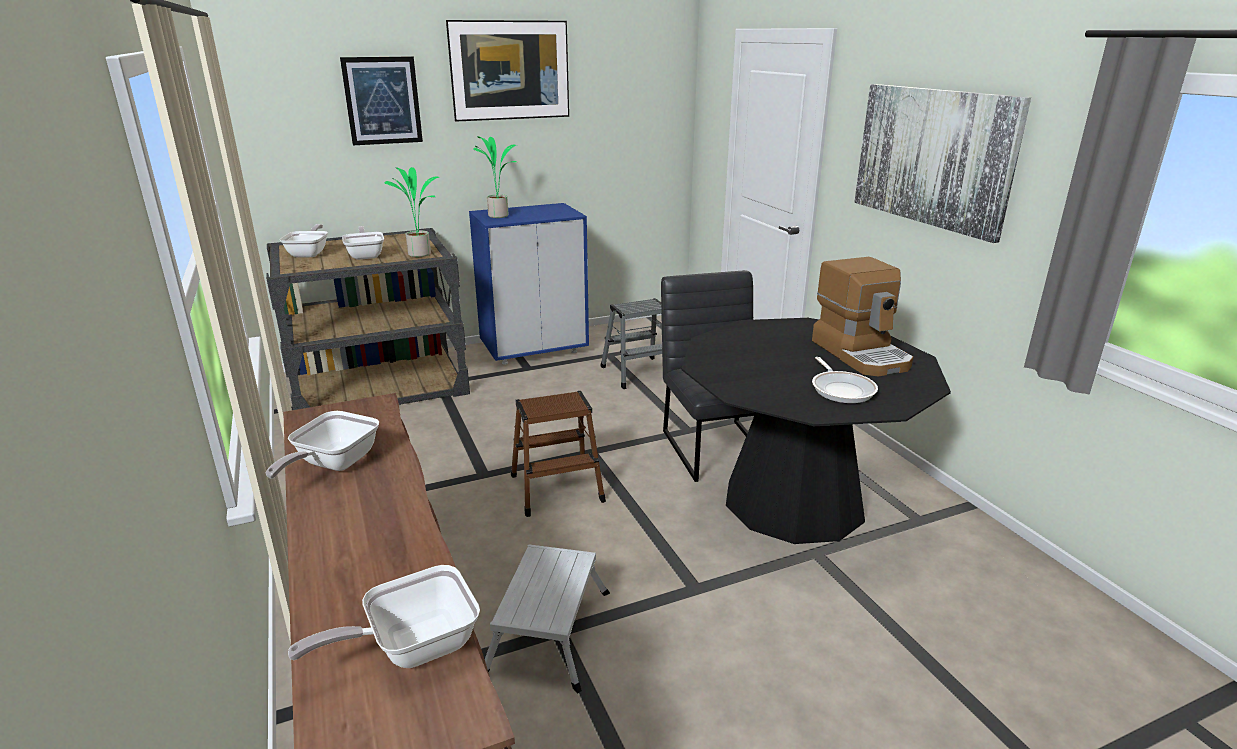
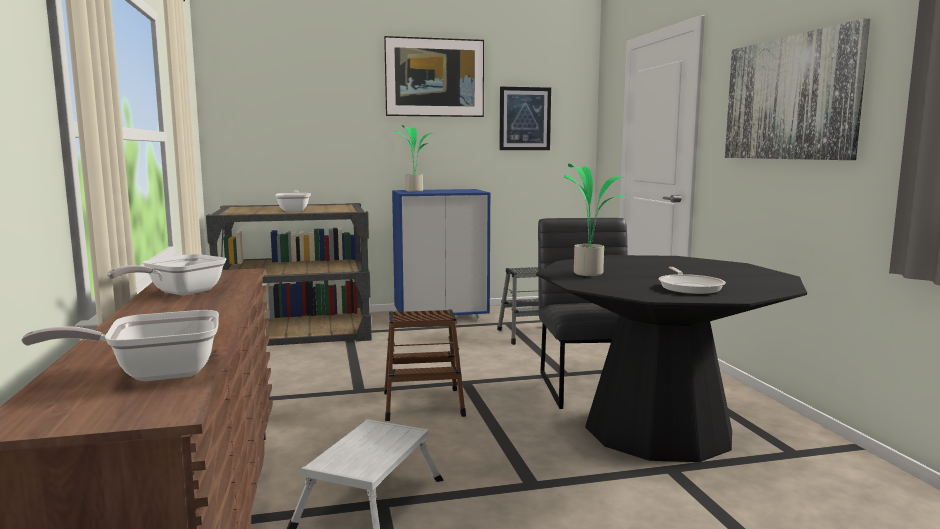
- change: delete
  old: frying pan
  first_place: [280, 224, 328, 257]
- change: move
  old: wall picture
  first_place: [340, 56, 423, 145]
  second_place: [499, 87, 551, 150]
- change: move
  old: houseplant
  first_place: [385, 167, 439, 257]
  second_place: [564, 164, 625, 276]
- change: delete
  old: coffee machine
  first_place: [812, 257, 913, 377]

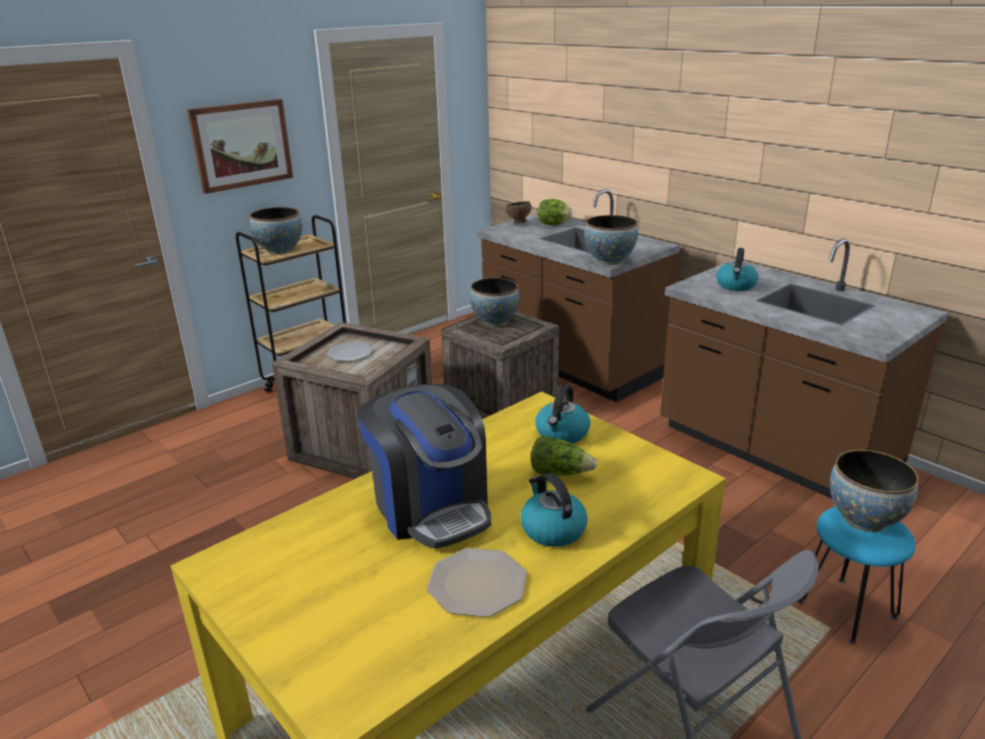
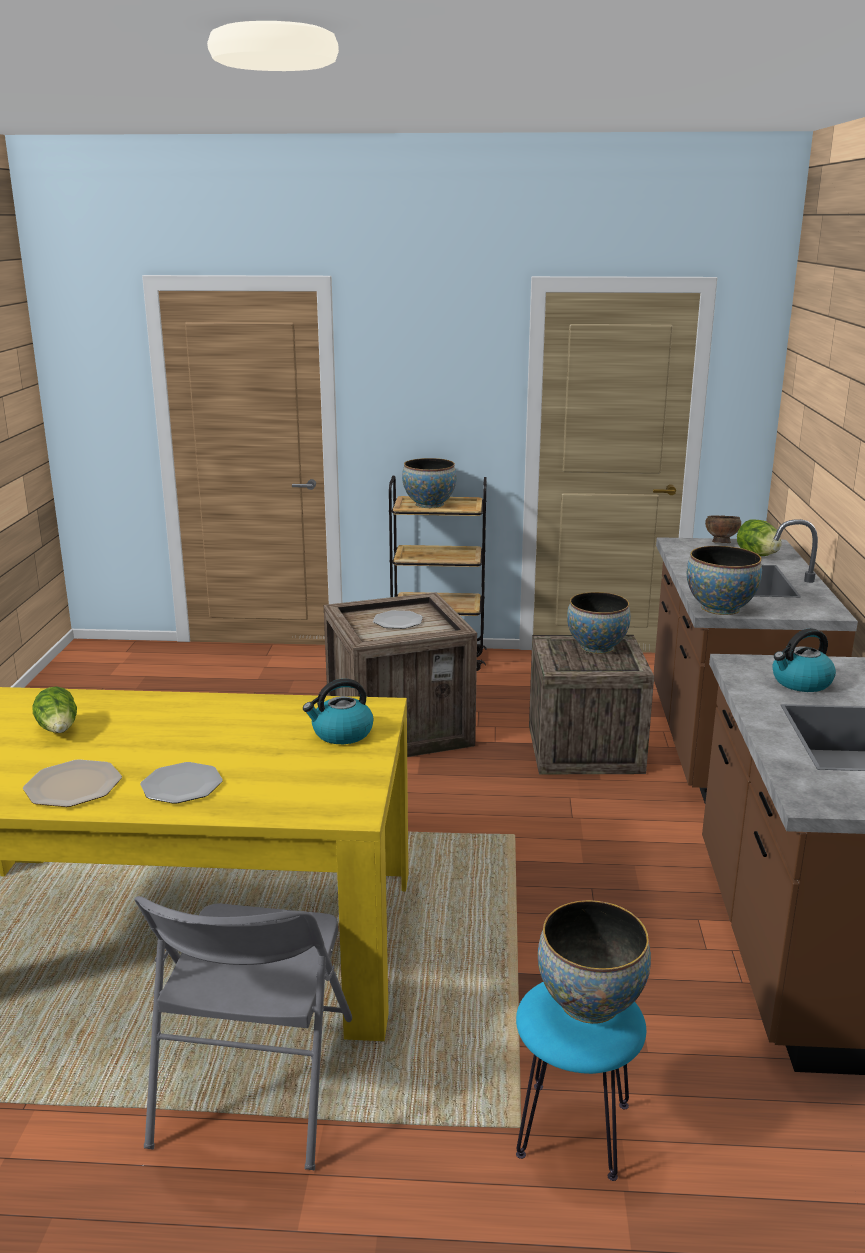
- change: delete
  old: wall picture
  first_place: [187, 99, 293, 194]
- change: delete
  old: coffee machine
  first_place: [357, 384, 491, 549]
- change: replace
  old: tea kettle
  new: flat dish
  first_place: [521, 473, 588, 547]
  second_place: [140, 762, 223, 804]
- change: move
  old: head of lettuce
  first_place: [531, 436, 598, 476]
  second_place: [32, 686, 77, 733]

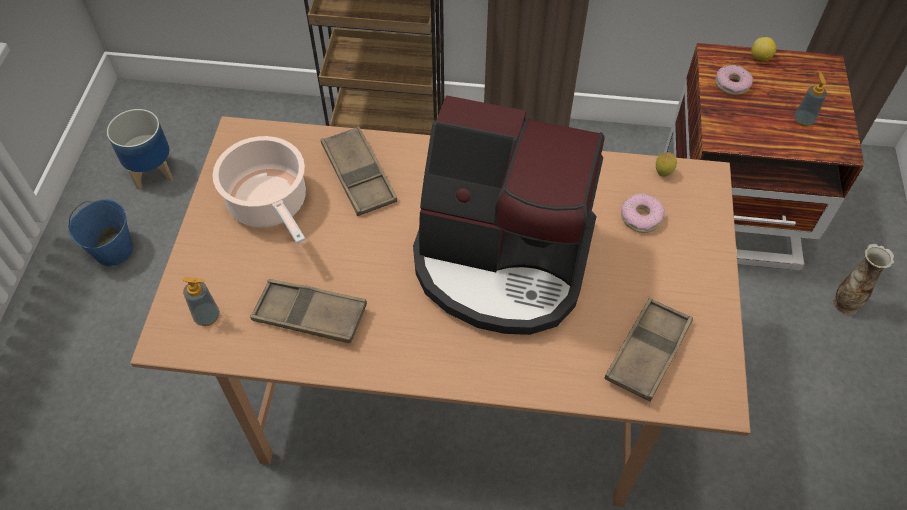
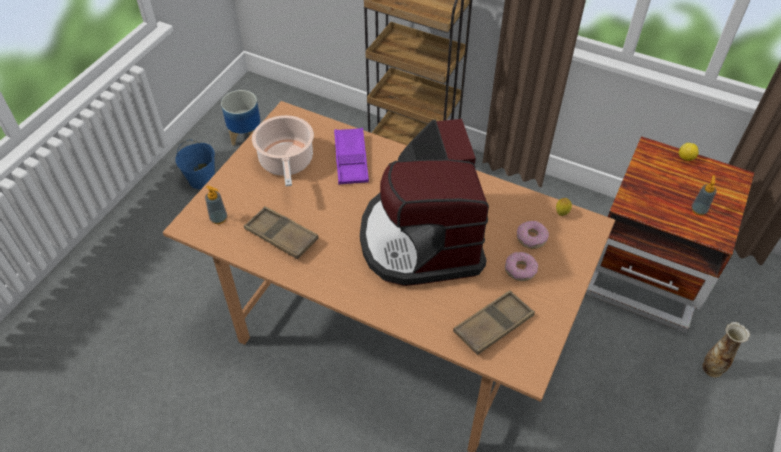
- change: recolor
  old: brown-coloured carrying tray
  new: purple-coloured carrying tray
  first_place: [321, 126, 397, 216]
  second_place: [334, 128, 369, 184]
- change: rotate
  old: coffee machine
  first_place: [413, 95, 605, 335]
  second_place: [360, 119, 489, 286]
  degrees: 45
- change: move
  old: ring doughnut
  first_place: [715, 65, 753, 95]
  second_place: [505, 252, 538, 281]

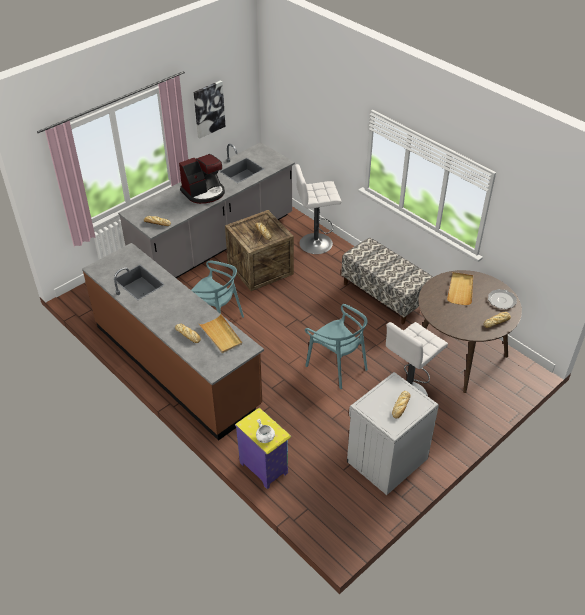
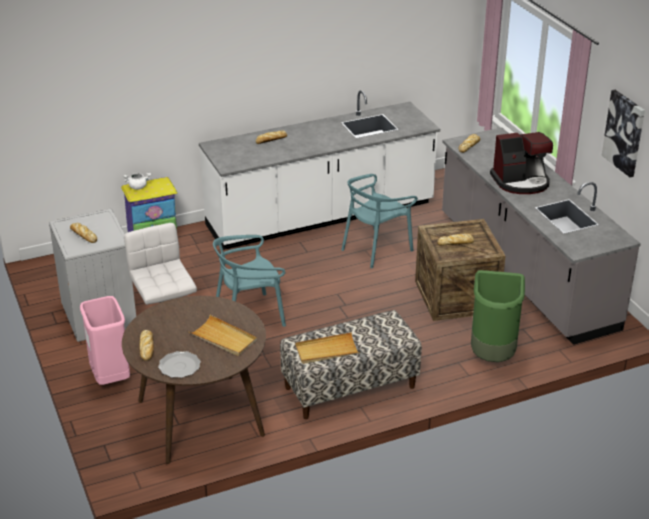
- change: recolor
  old: brown-coloured kitchen base unit
  new: white-coloured kitchen base unit
  first_place: [82, 243, 264, 441]
  second_place: [199, 90, 440, 250]
- change: rotate
  old: coffee machine
  first_place: [179, 154, 225, 204]
  second_place: [490, 132, 553, 194]
  degrees: -90
- change: move
  old: beige-coloured carrying tray
  first_place: [198, 314, 242, 353]
  second_place: [295, 332, 360, 364]
- change: replace
  old: white-coloured sitting stool
  new: green-coloured waste bin
  first_place: [295, 164, 342, 254]
  second_place: [471, 270, 525, 362]
- change: insert
  new: pink-coloured waste bin
  second_place: [80, 296, 130, 385]

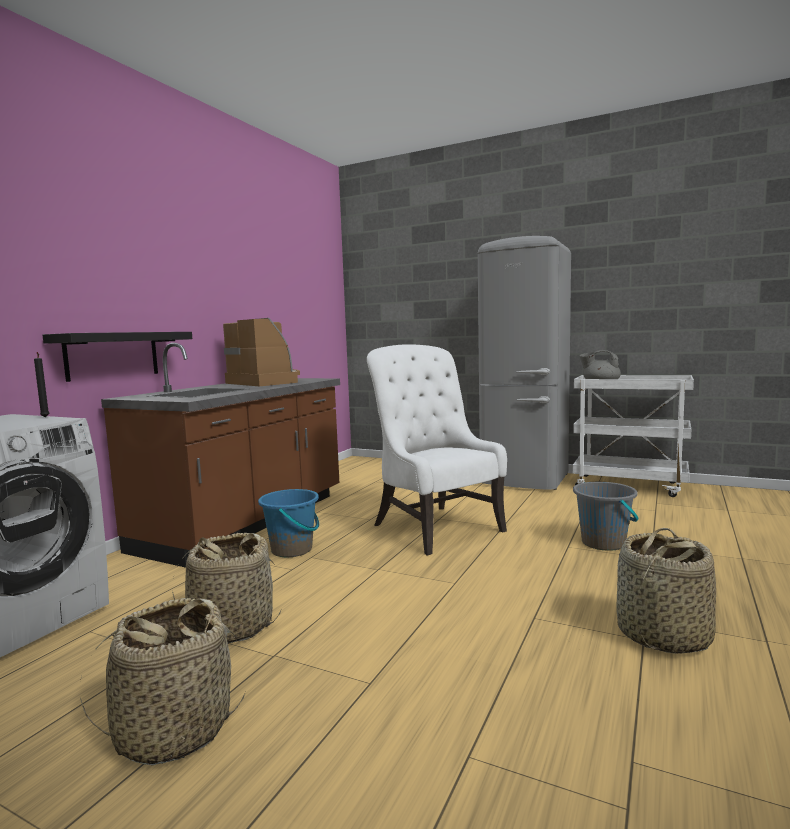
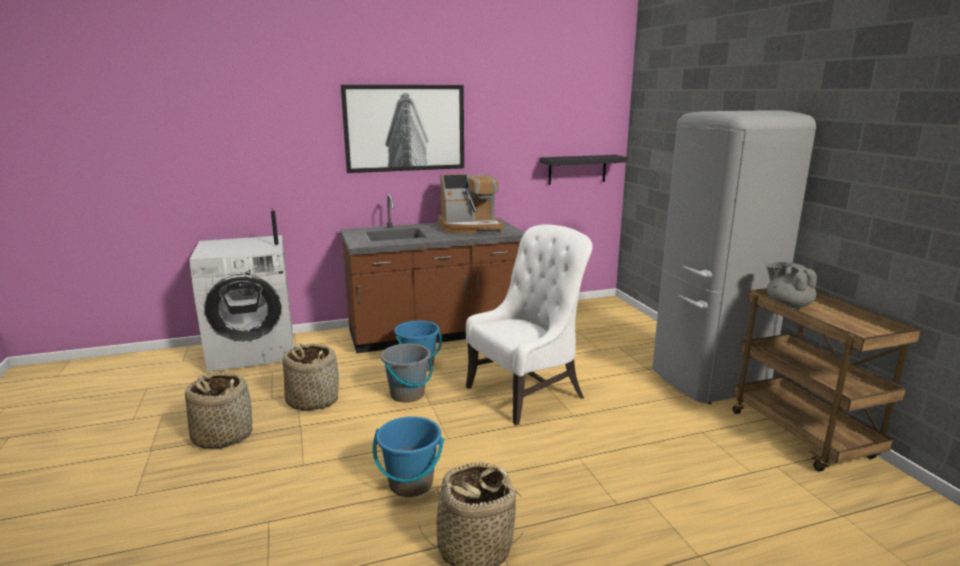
- change: move
  old: blackish shelf
  first_place: [42, 332, 192, 382]
  second_place: [540, 155, 628, 185]
- change: rotate
  old: coffee machine
  first_place: [223, 318, 300, 386]
  second_place: [438, 174, 503, 234]
  degrees: 75
- change: rotate
  old: white-coloured upright chair
  first_place: [367, 344, 507, 556]
  second_place: [466, 224, 593, 425]
  degrees: 45
- change: recolor
  old: white-coloured cart
  new: brown-coloured cart
  first_place: [573, 375, 694, 497]
  second_place: [732, 288, 921, 472]
- change: move
  old: greyish bucket
  first_place: [573, 482, 638, 551]
  second_place: [381, 344, 433, 403]
- change: insert
  new: wall picture
  second_place: [341, 85, 464, 173]
- change: insert
  new: bluish bucket
  second_place: [373, 416, 444, 497]

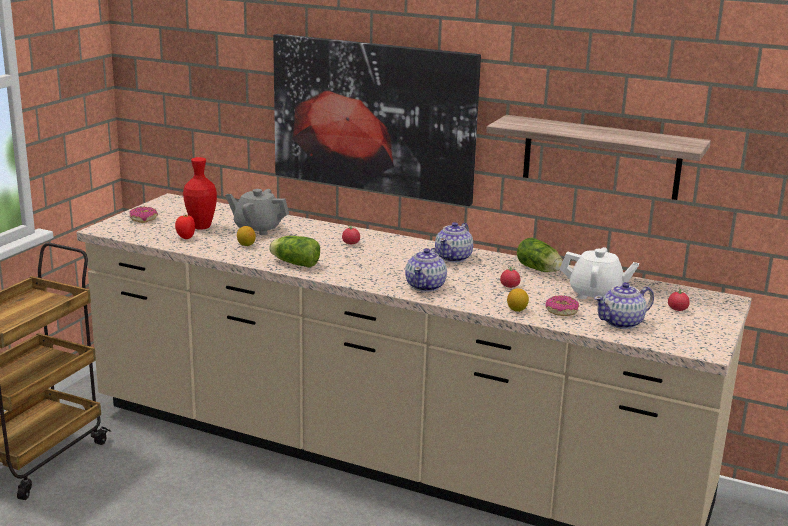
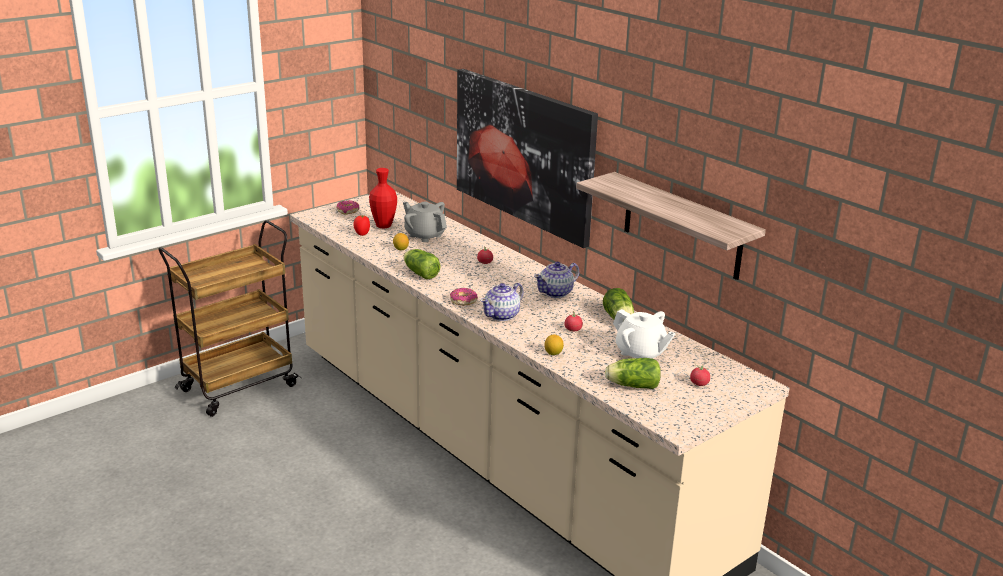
- change: move
  old: ring doughnut
  first_place: [546, 295, 579, 316]
  second_place: [450, 288, 478, 305]
- change: replace
  old: teapot
  new: head of lettuce
  first_place: [594, 282, 654, 329]
  second_place: [605, 358, 661, 389]

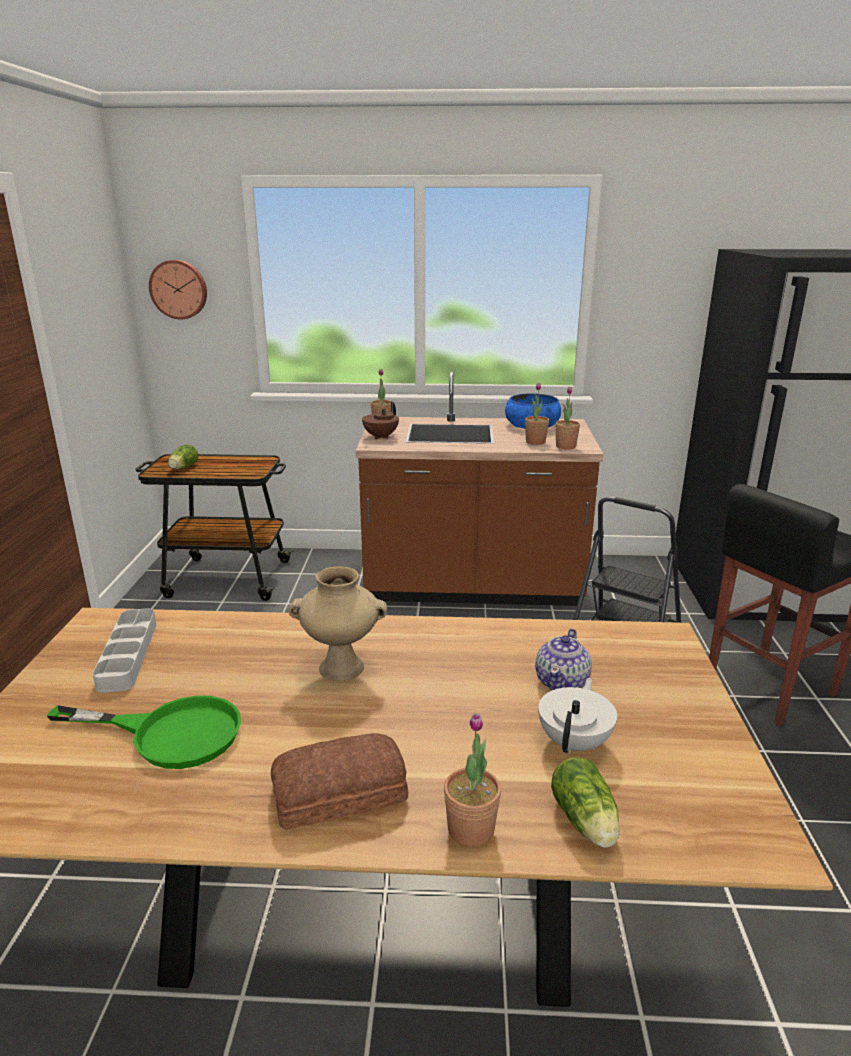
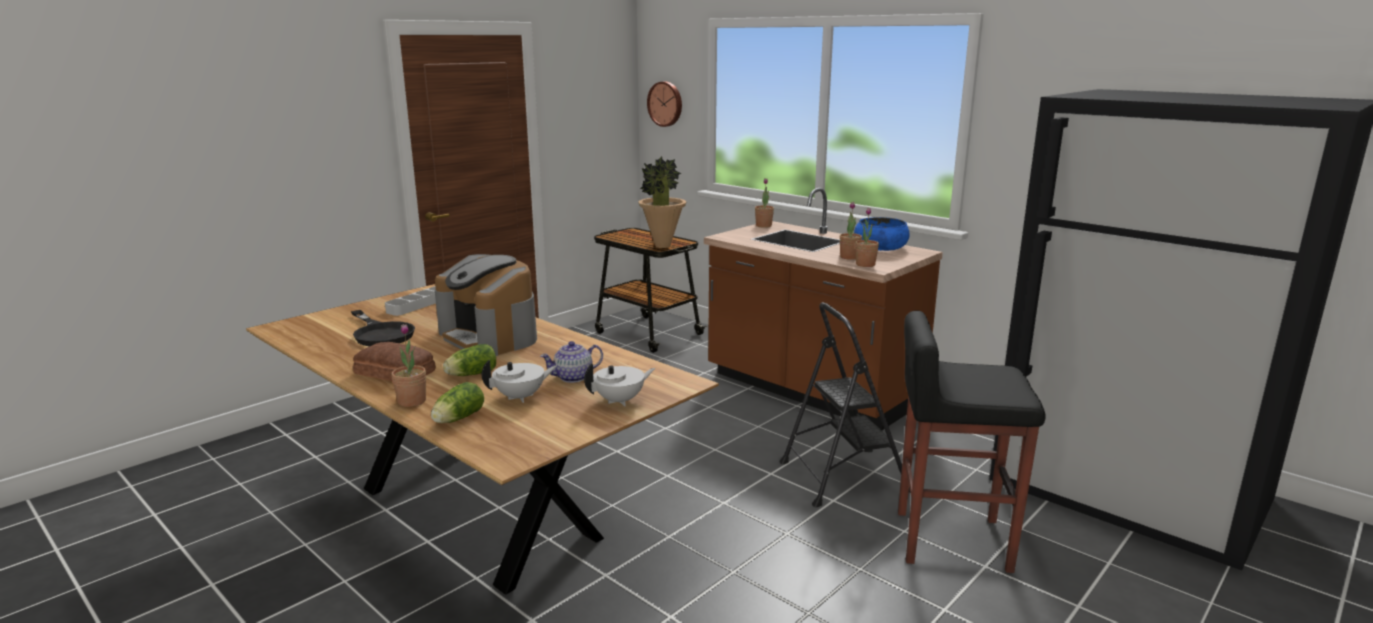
- change: recolor
  old: green-coloured frying pan
  new: blackish frying pan
  first_place: [47, 696, 241, 769]
  second_place: [351, 310, 415, 346]
- change: move
  old: head of lettuce
  first_place: [168, 444, 198, 469]
  second_place: [443, 344, 496, 376]
- change: replace
  old: beige-coloured vase
  new: coffee machine
  first_place: [288, 567, 387, 681]
  second_place: [435, 254, 537, 356]
- change: delete
  old: brown-coloured teapot
  first_place: [362, 401, 399, 440]
- change: insert
  new: white-coloured teapot
  second_place: [584, 364, 655, 406]
- change: insert
  new: houseplant
  second_place: [638, 156, 686, 248]

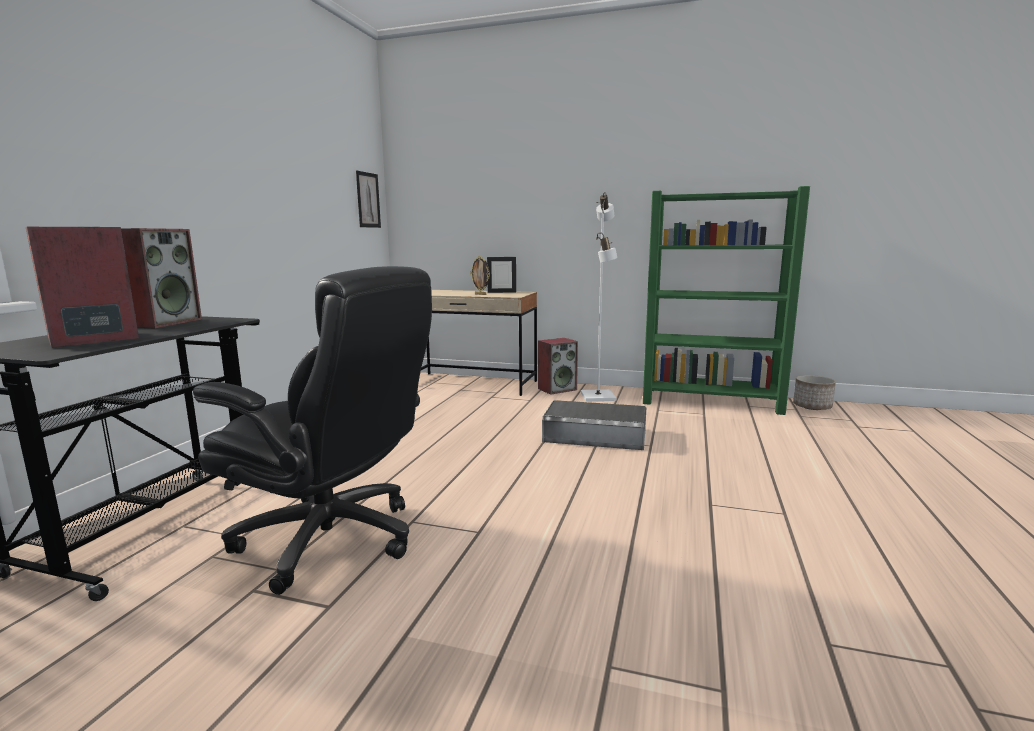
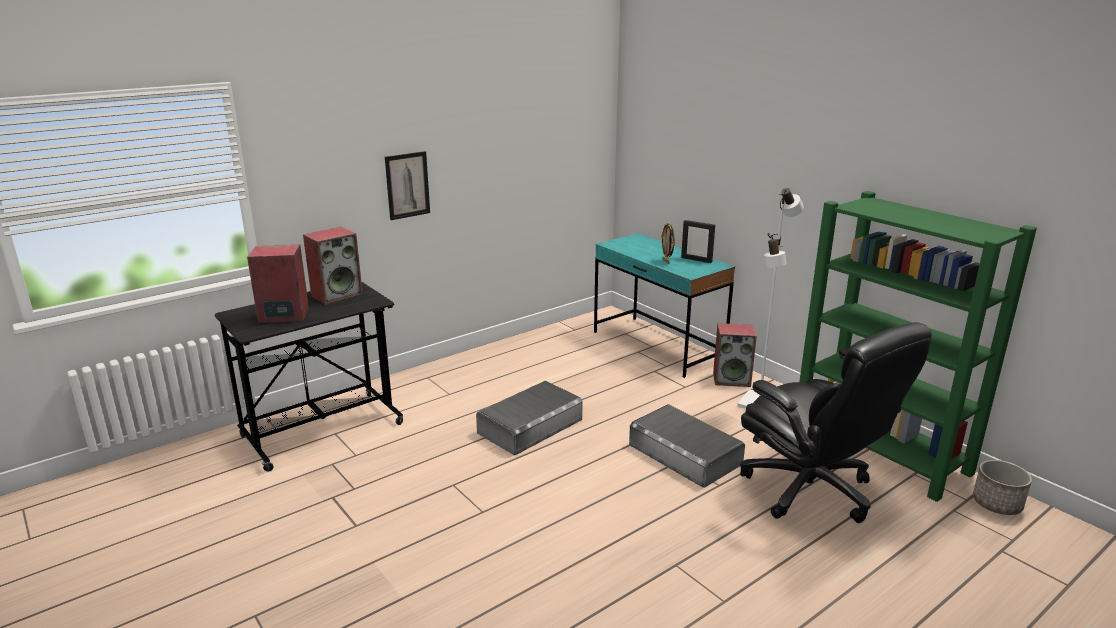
- change: move
  old: blackish computer chair
  first_place: [193, 266, 432, 595]
  second_place: [740, 322, 932, 523]
- change: move
  old: wall picture
  first_place: [356, 171, 381, 228]
  second_place: [385, 151, 430, 220]
- change: recolor
  old: beige-coloured desk
  new: blue-green desk
  first_place: [421, 290, 537, 396]
  second_place: [594, 233, 735, 378]
- change: insert
  new: greyish storage container
  second_place: [476, 381, 583, 455]

